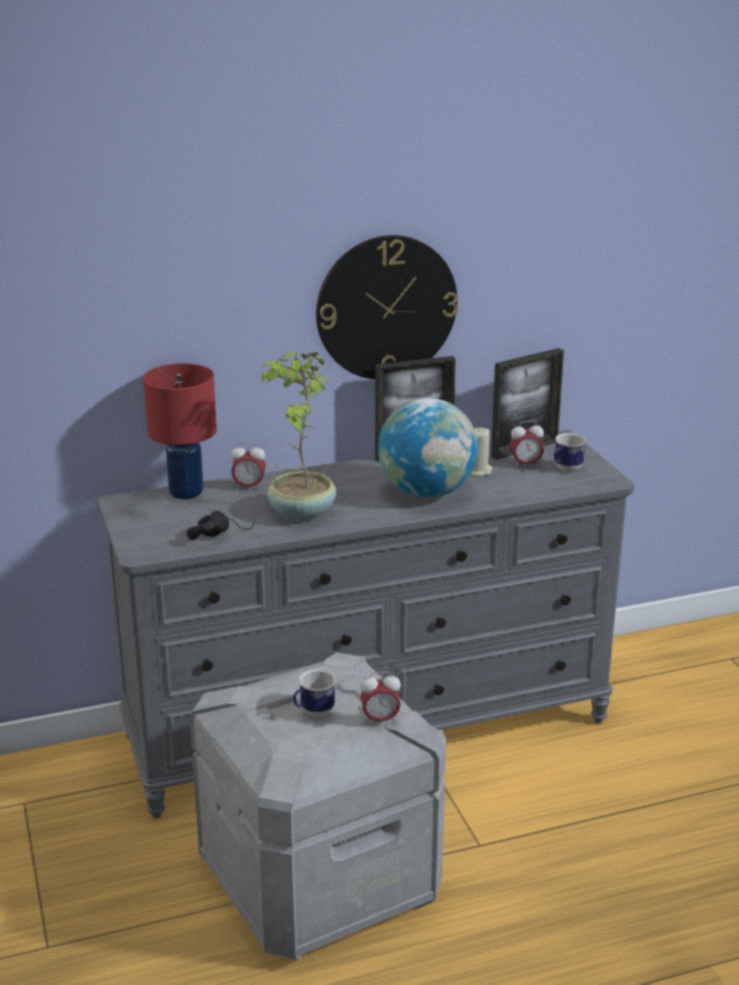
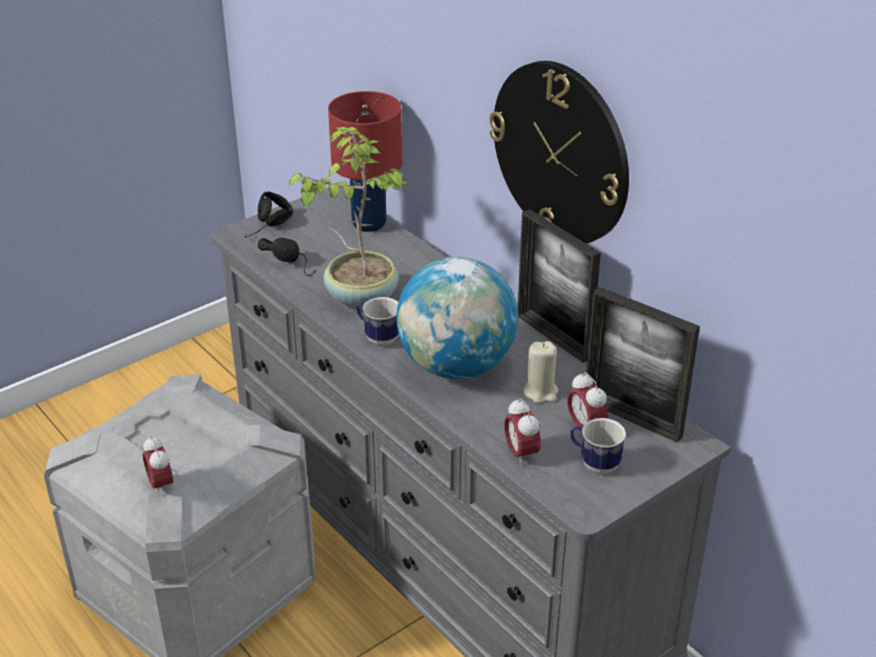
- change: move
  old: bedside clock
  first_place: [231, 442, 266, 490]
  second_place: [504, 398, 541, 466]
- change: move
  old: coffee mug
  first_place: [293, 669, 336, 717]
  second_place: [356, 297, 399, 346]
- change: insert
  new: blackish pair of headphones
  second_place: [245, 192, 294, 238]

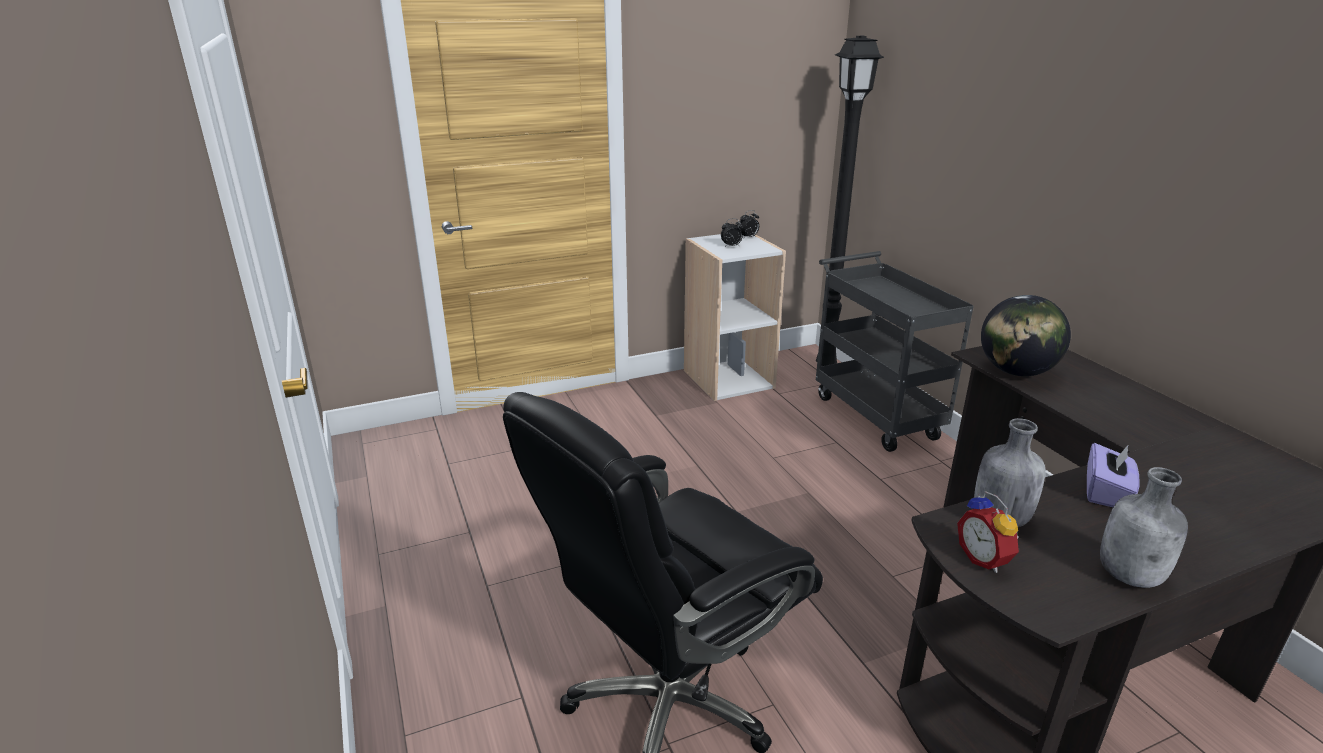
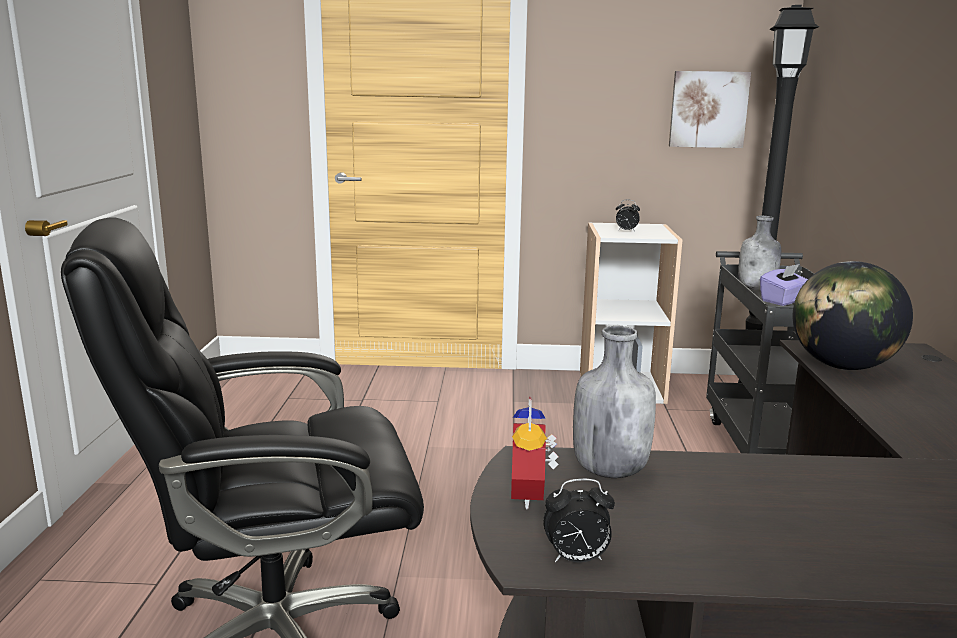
- change: move
  old: bedside clock
  first_place: [739, 210, 759, 238]
  second_place: [543, 479, 615, 562]
- change: move
  old: purple-coloured tissue box
  first_place: [1087, 443, 1139, 507]
  second_place: [760, 264, 808, 306]
- change: move
  old: greyish drink bottle
  first_place: [1100, 467, 1188, 588]
  second_place: [738, 216, 781, 290]
- change: insert
  new: wall picture
  second_place: [669, 71, 751, 148]

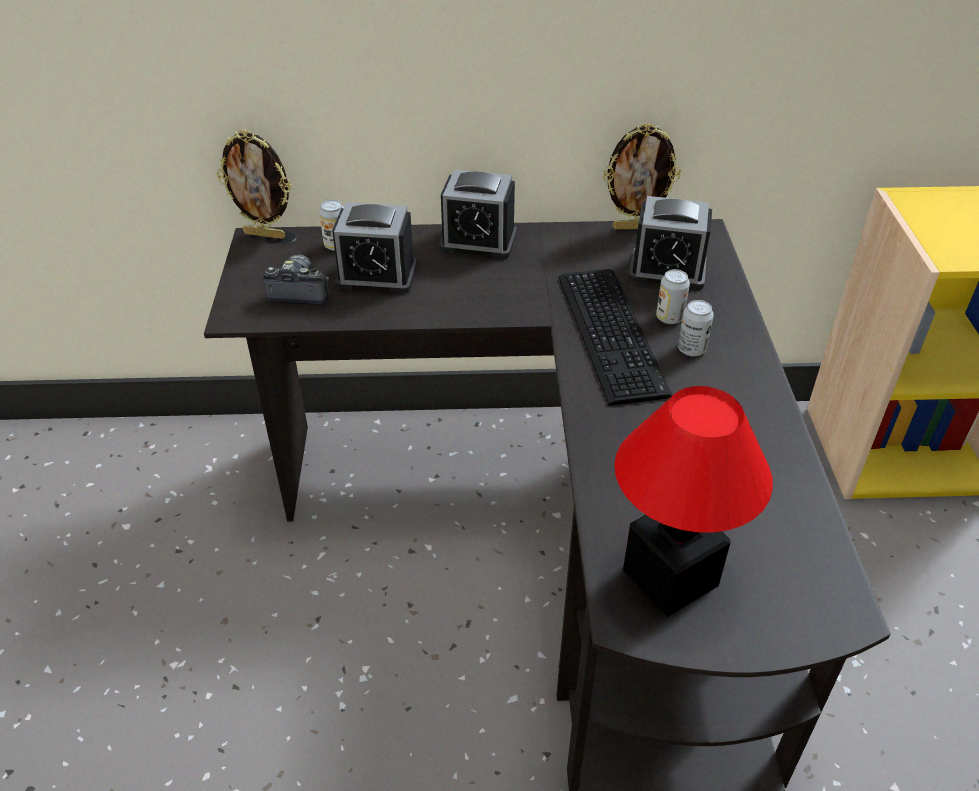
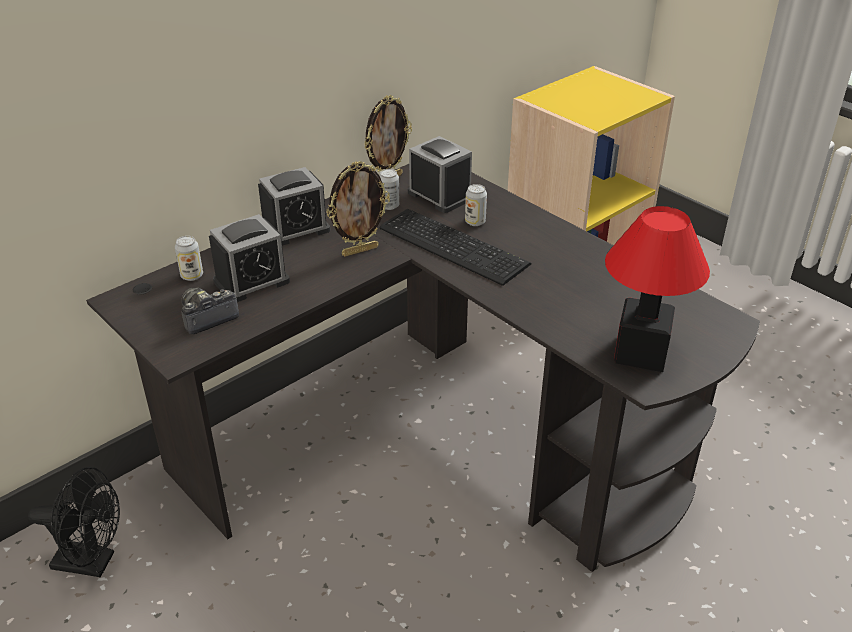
- change: move
  old: photo frame
  first_place: [217, 130, 291, 239]
  second_place: [327, 161, 390, 257]
- change: rotate
  old: bedside clock
  first_place: [628, 196, 712, 290]
  second_place: [408, 136, 472, 213]
  degrees: -105
- change: move
  old: can
  first_place: [678, 300, 714, 356]
  second_place: [379, 169, 399, 210]
- change: insert
  new: blackish electric fan
  second_place: [28, 467, 120, 577]

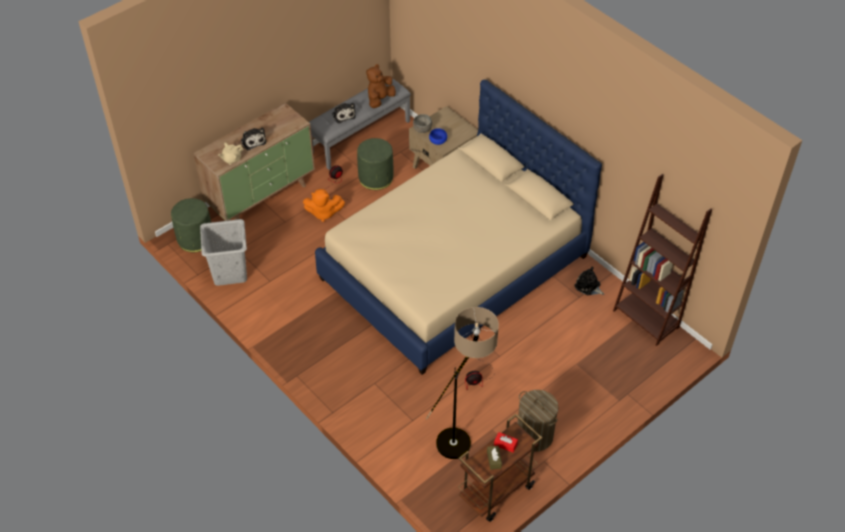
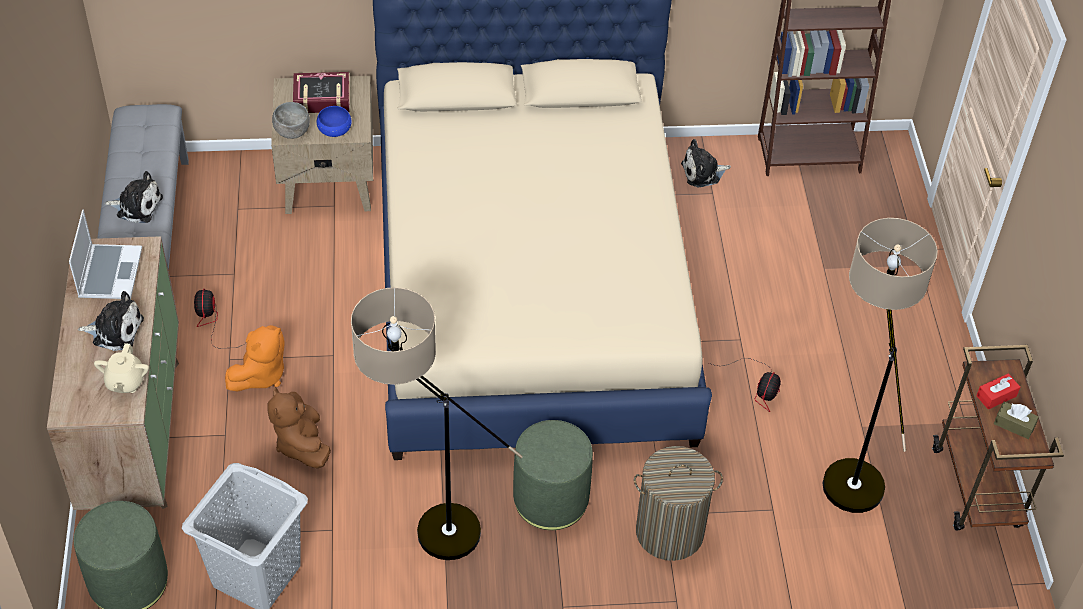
- change: move
  old: green-coloured footrest
  first_place: [357, 138, 393, 190]
  second_place: [513, 420, 593, 530]
- change: move
  old: brown-coloured plush toy
  first_place: [366, 64, 396, 108]
  second_place: [267, 387, 331, 469]
- change: move
  old: hamper
  first_place: [517, 390, 558, 452]
  second_place: [634, 446, 723, 561]
- change: insert
  new: laptop
  second_place: [69, 210, 142, 299]
- change: insert
  new: book
  second_place: [293, 72, 350, 113]
- change: insert
  new: floor lamp
  second_place: [351, 287, 523, 560]

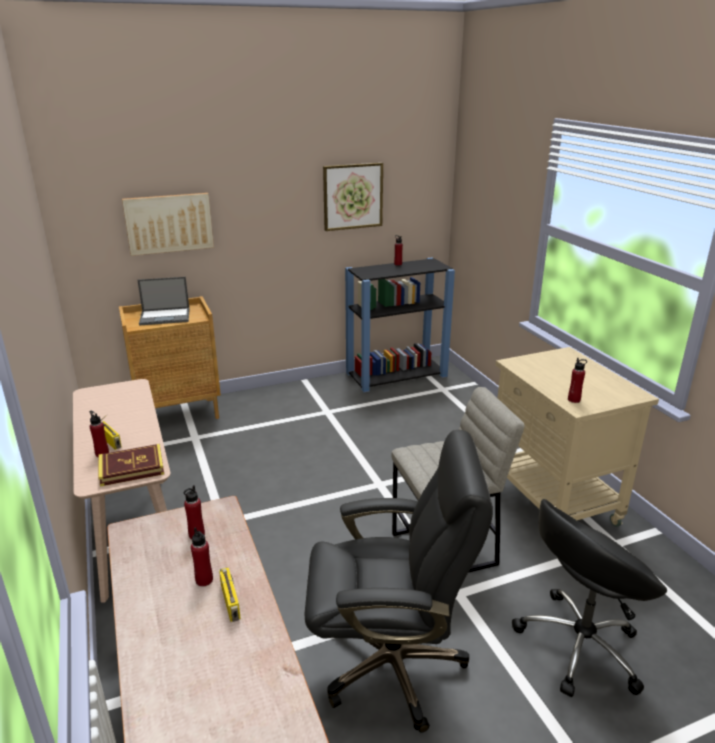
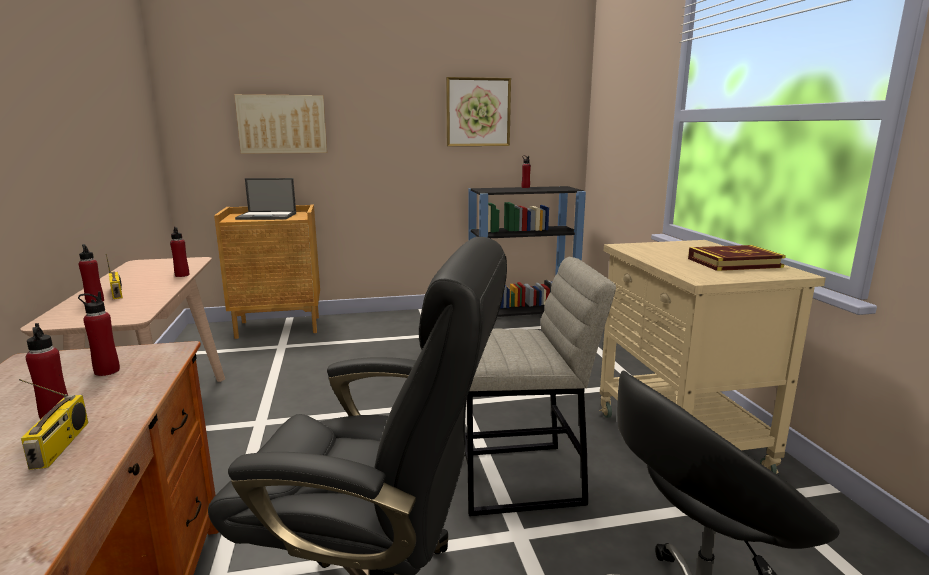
- change: move
  old: book
  first_place: [98, 444, 164, 486]
  second_place: [688, 245, 786, 271]
- change: move
  old: reddish drink bottle
  first_place: [568, 358, 587, 403]
  second_place: [170, 227, 190, 277]

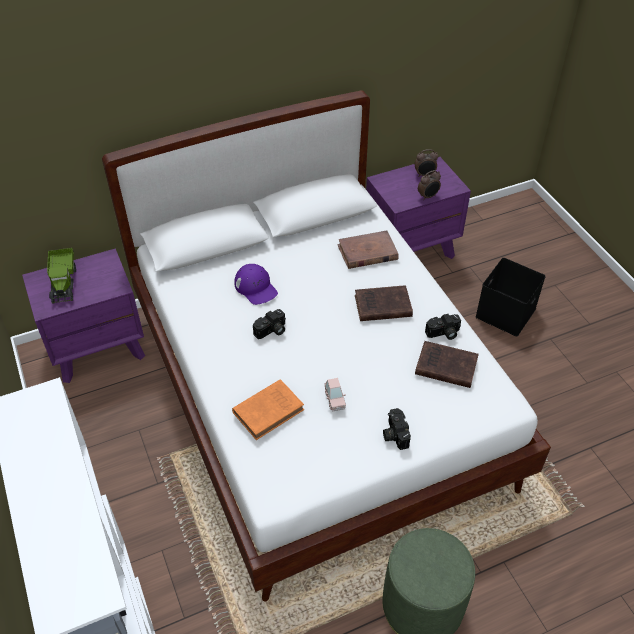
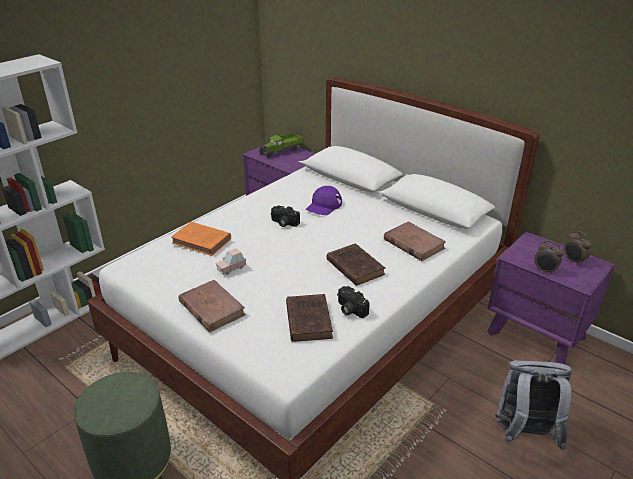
- change: replace
  old: still camera
  new: brown-coloured book
  first_place: [383, 408, 411, 450]
  second_place: [178, 280, 246, 332]
- change: replace
  old: blackish storage container
  new: greyish backpack
  first_place: [475, 258, 546, 336]
  second_place: [495, 360, 572, 450]

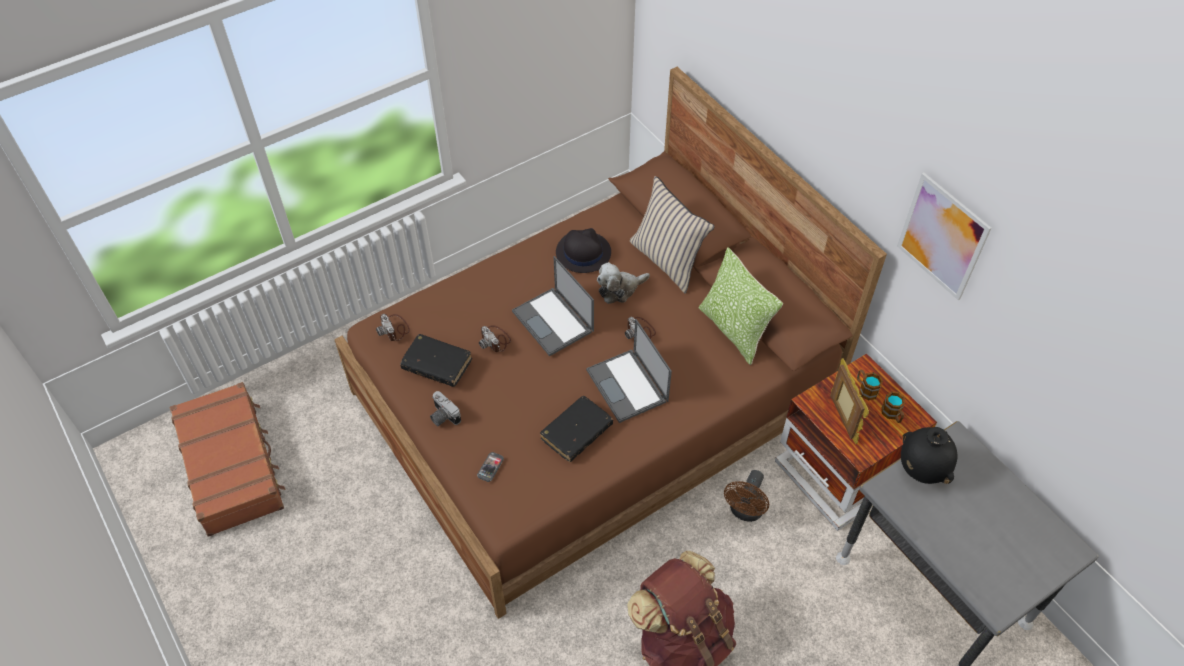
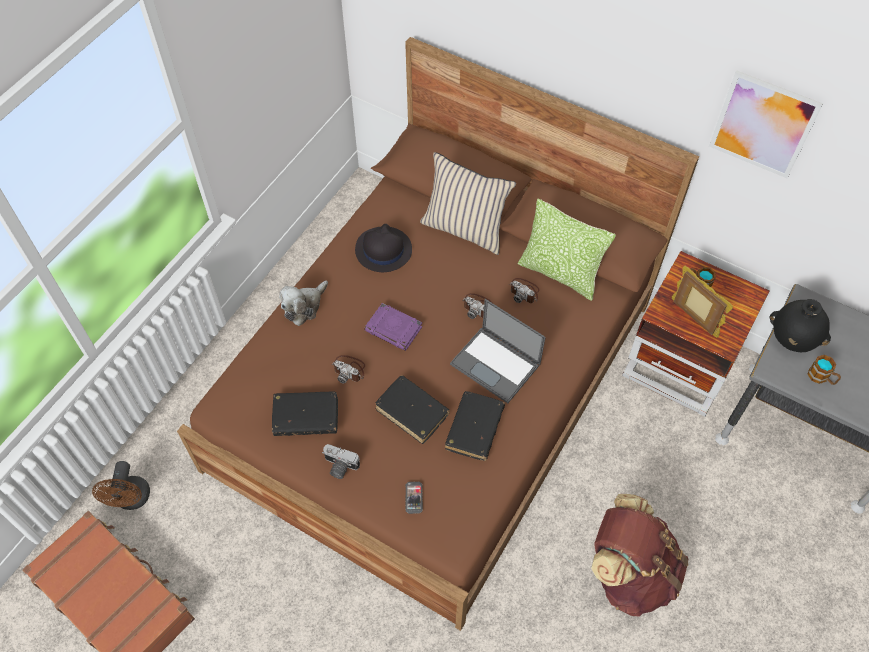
- change: move
  old: still camera
  first_place: [376, 314, 410, 341]
  second_place: [509, 278, 540, 303]
- change: replace
  old: laptop
  new: purple-coloured book
  first_place: [512, 256, 594, 356]
  second_place: [364, 303, 422, 351]
- change: move
  old: plush toy
  first_place: [597, 262, 650, 304]
  second_place: [279, 280, 328, 326]
- change: move
  old: brown-coloured electric fan
  first_place: [724, 470, 769, 522]
  second_place: [92, 461, 150, 510]
- change: move
  old: coffee mug
  first_place: [881, 391, 905, 423]
  second_place: [808, 355, 841, 385]
- change: insert
  new: blackish book
  second_place: [375, 375, 450, 444]

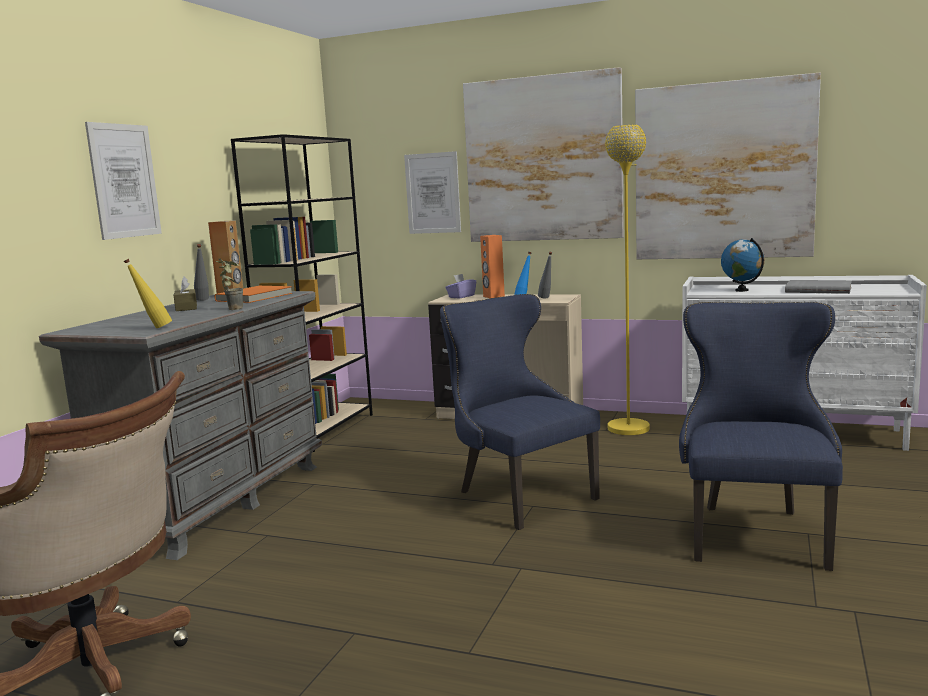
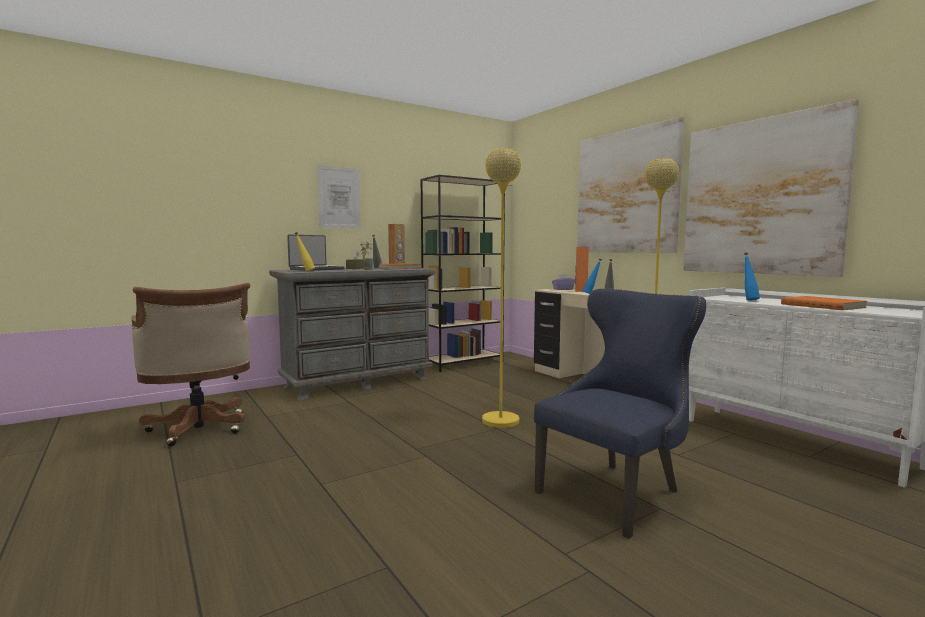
- change: delete
  old: wall picture
  first_place: [404, 151, 461, 234]
- change: replace
  old: bluish upright chair
  new: yellowish floor lamp
  first_place: [440, 294, 600, 530]
  second_place: [482, 148, 521, 428]
- change: replace
  old: globe
  new: bluish drink bottle
  first_place: [721, 238, 765, 292]
  second_place: [744, 253, 760, 300]
- change: recolor
  old: greyish book
  new: orangey book
  first_place: [785, 280, 852, 294]
  second_place: [781, 296, 867, 310]
- change: insert
  new: laptop
  second_place: [287, 235, 345, 271]

